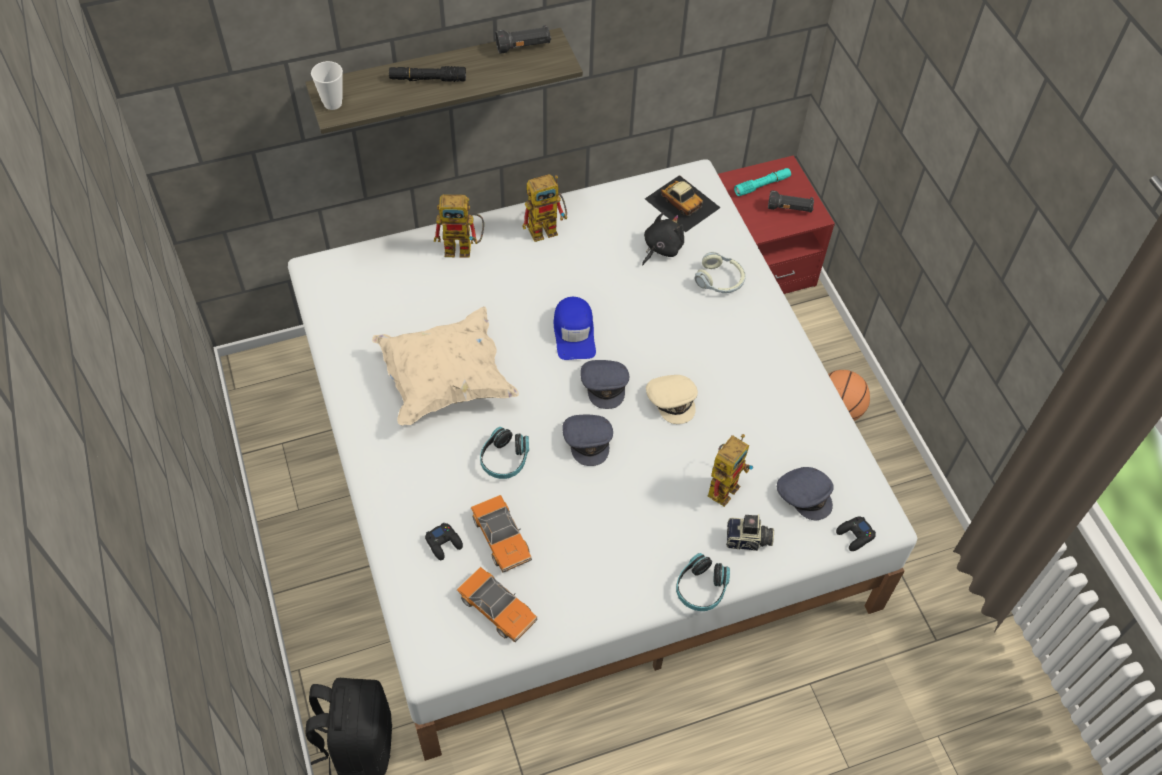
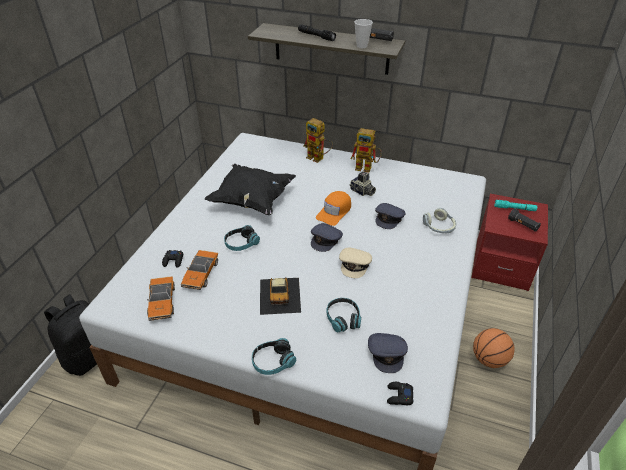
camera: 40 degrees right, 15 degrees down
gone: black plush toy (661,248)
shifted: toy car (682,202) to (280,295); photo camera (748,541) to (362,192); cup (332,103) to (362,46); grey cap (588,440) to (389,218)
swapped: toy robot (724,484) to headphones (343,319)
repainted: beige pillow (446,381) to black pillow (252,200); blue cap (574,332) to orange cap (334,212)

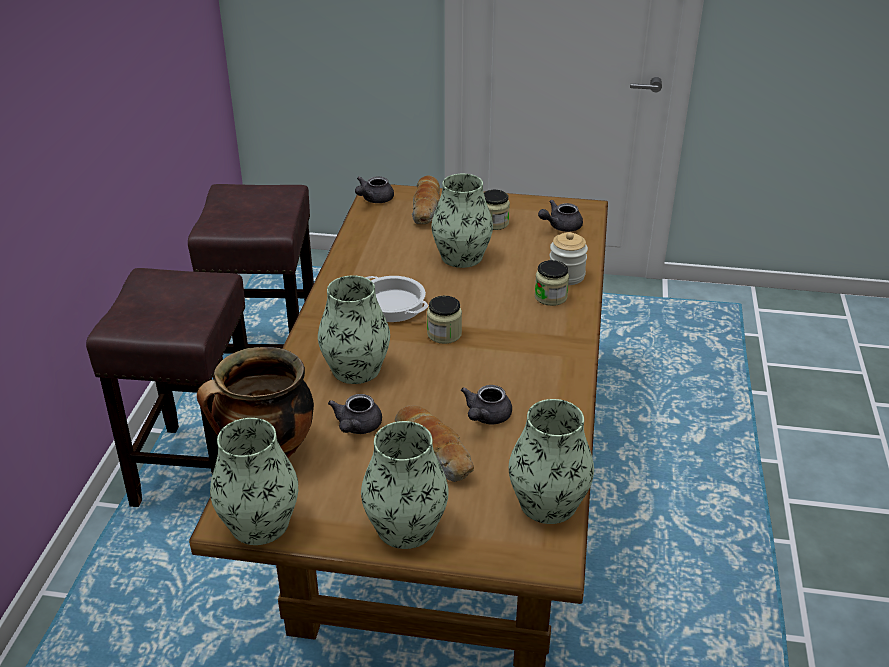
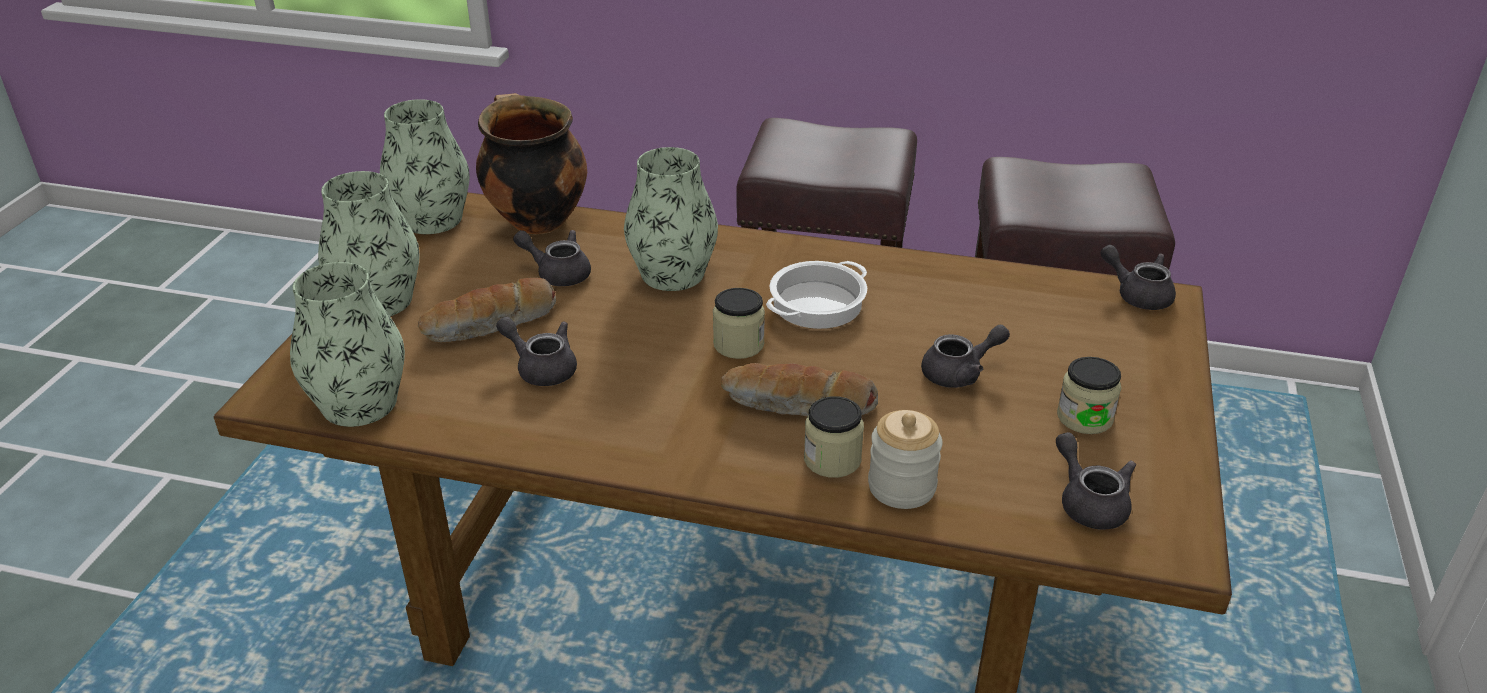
camera: 95 degrees right, 0 degrees up
shifted: bread (427,208) to (798,406)
swapped: vase (461,256) to grey teapot (960,373)

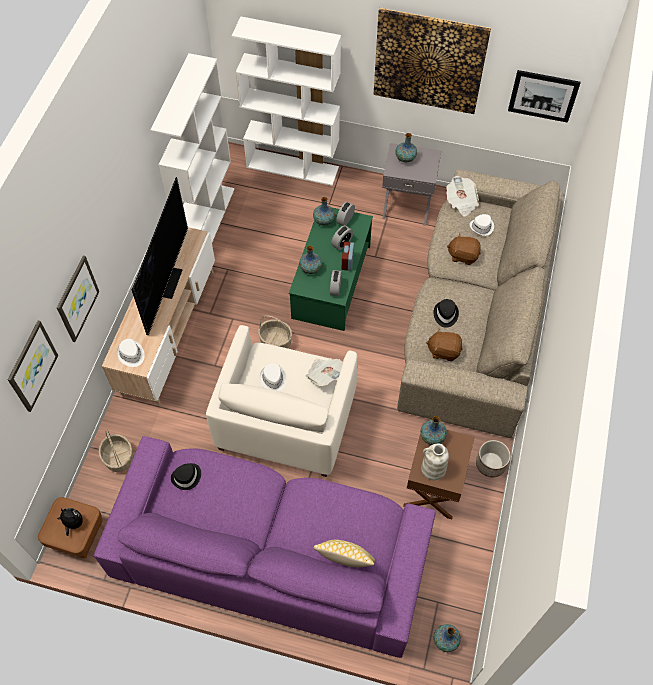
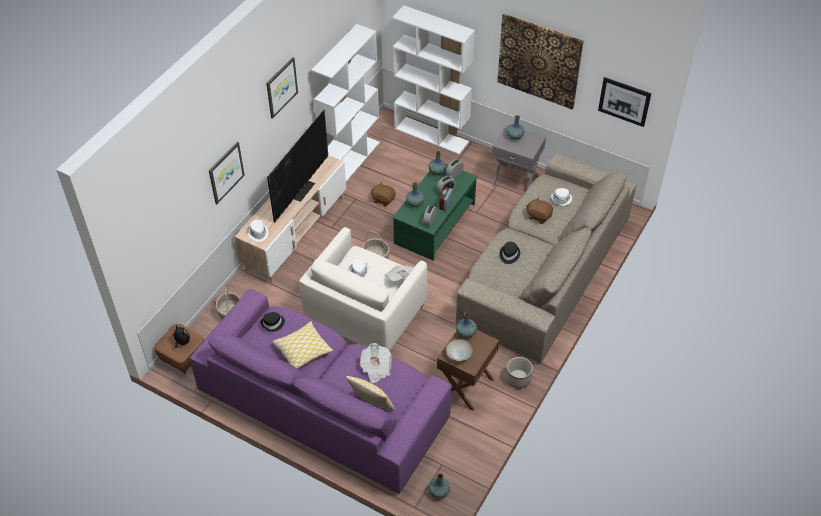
camera: 15 degrees right, 10 degrees down
new: pillow (303,350)
shifted: picture (32,366) to (281,87); newspaper (461,202) to (376,368); brown plush toy (444,350) to (383,200)
swapped: white vase (433,469) to bowl (458,355)

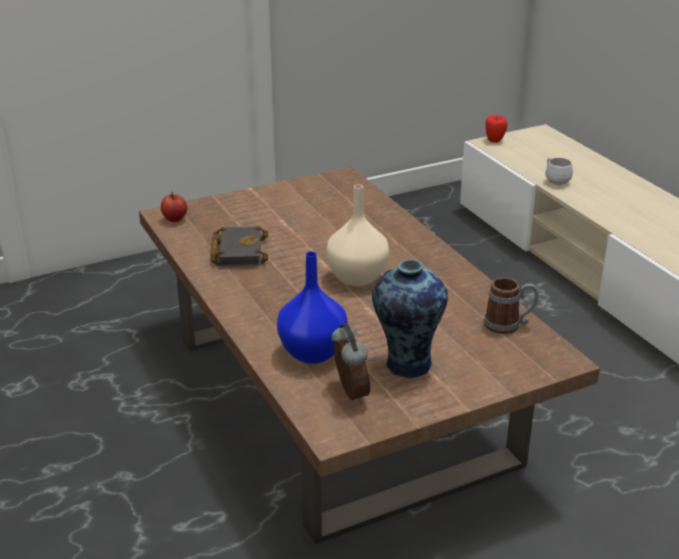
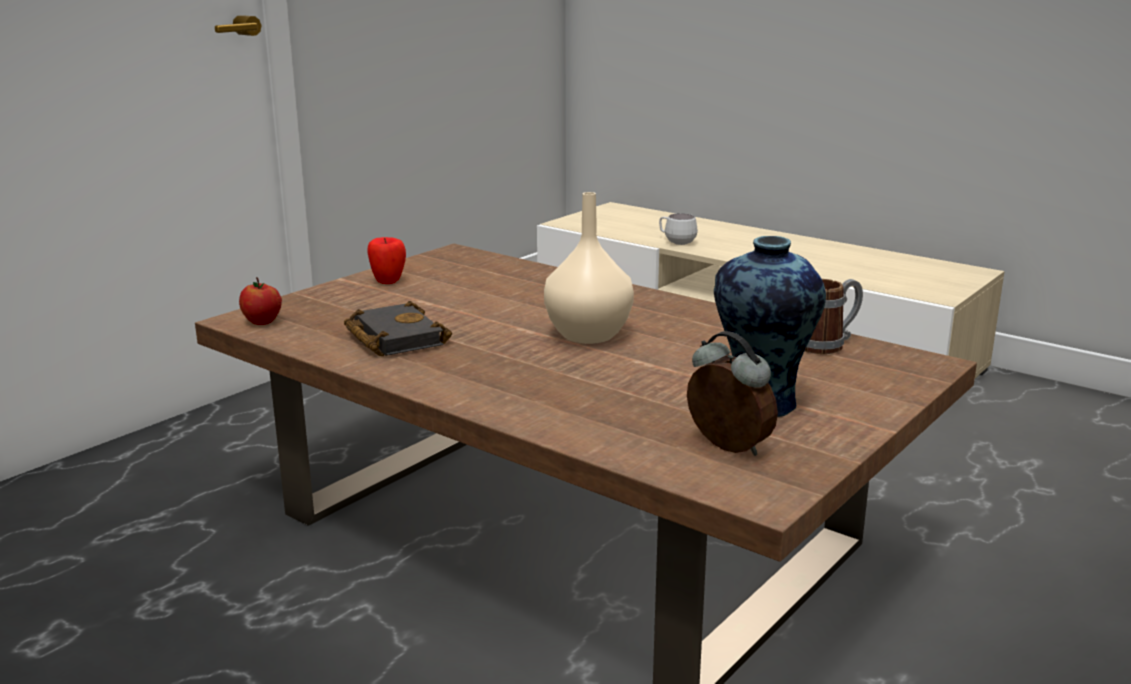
camera: 25 degrees left, 10 degrees down
gone: blue vase (313,352)
shifted: apple (494,140) to (388,281)

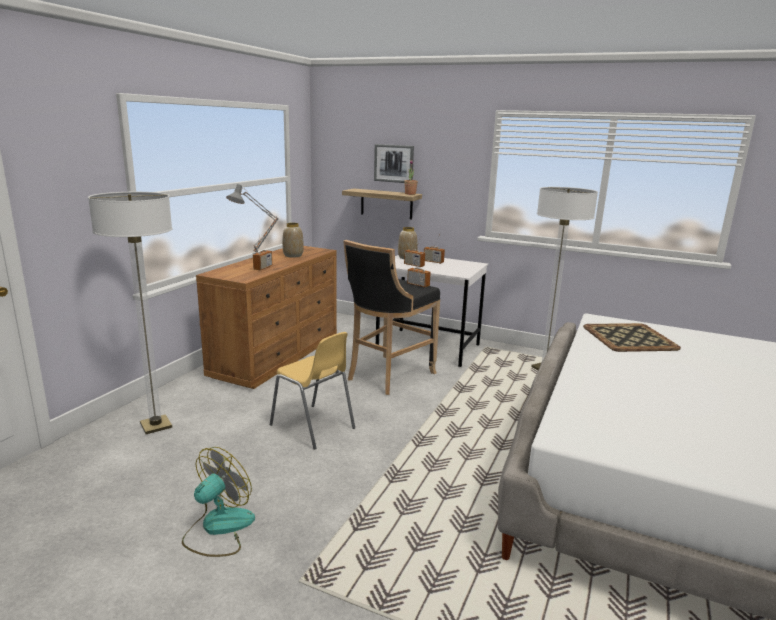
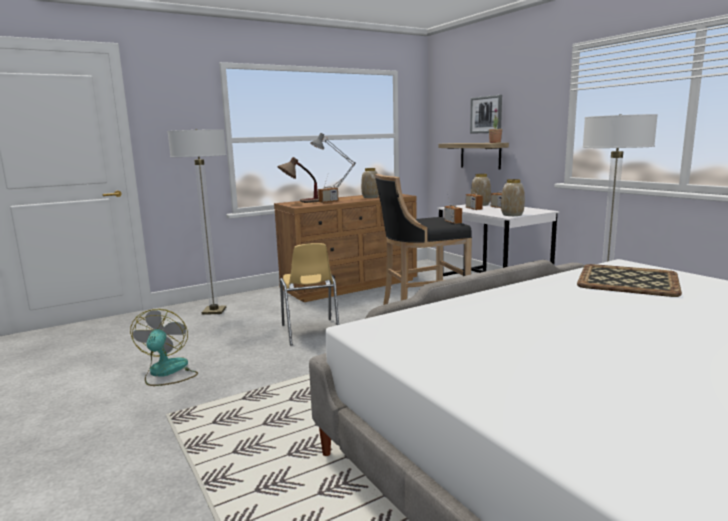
camera: 35 degrees right, 5 degrees down
new: table lamp (299,202); vase (512,215)
rotated: fan (218,528) = (166,372) 75 degrees counterclockwise

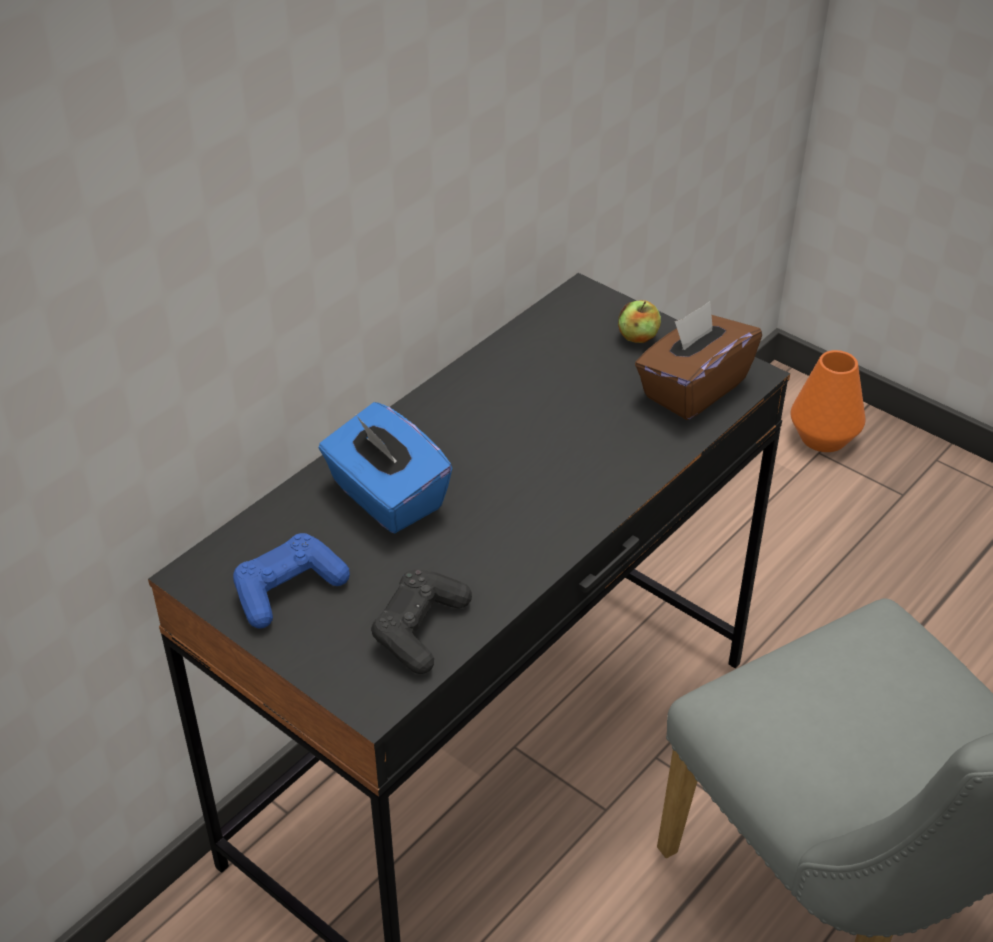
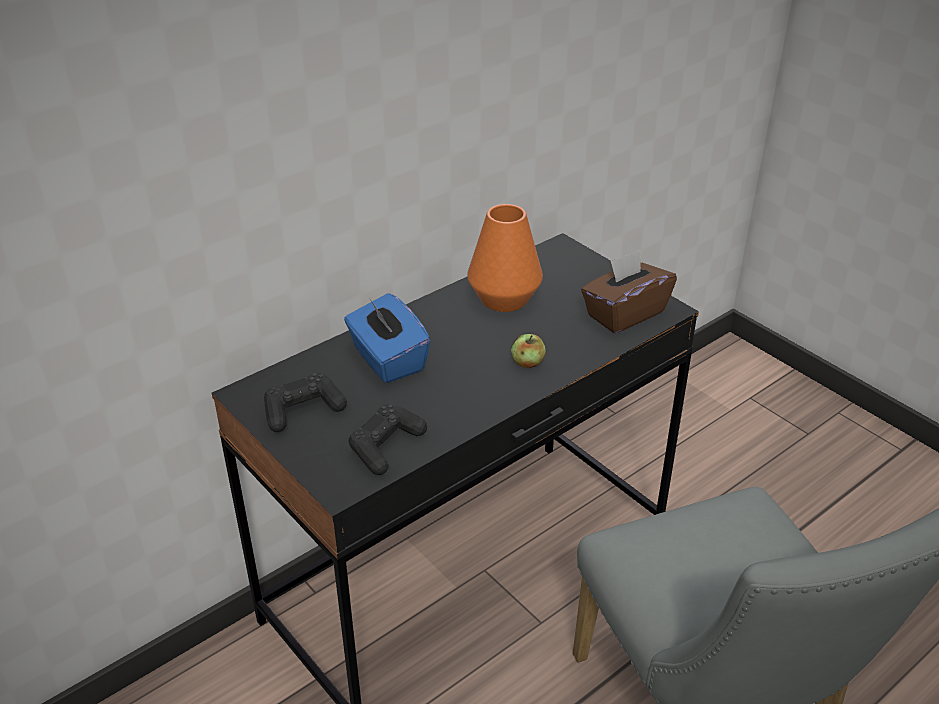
camera: 10 degrees right, 5 degrees down
shifted: orange vase (823,437) to (504,298); apple (638,337) to (527,363)
repainted: blue game controller (288,590) to black game controller (303,410)

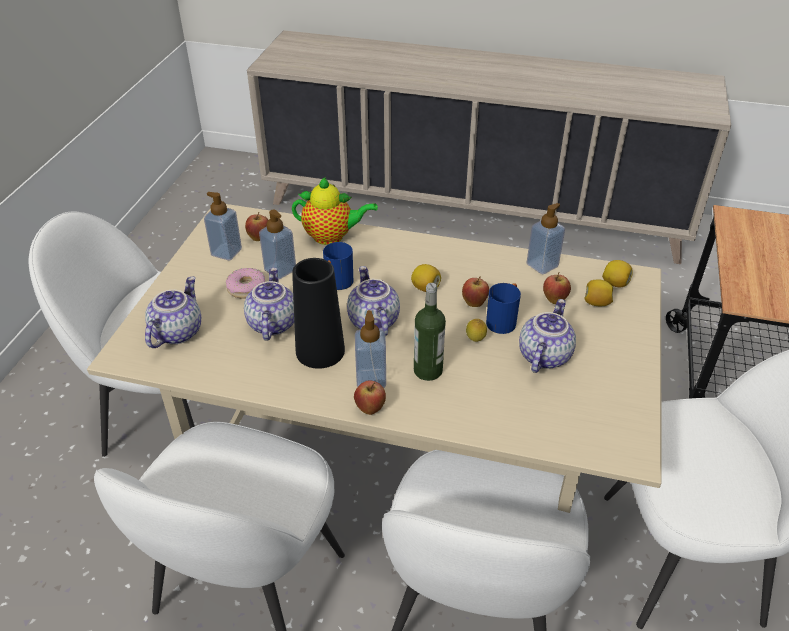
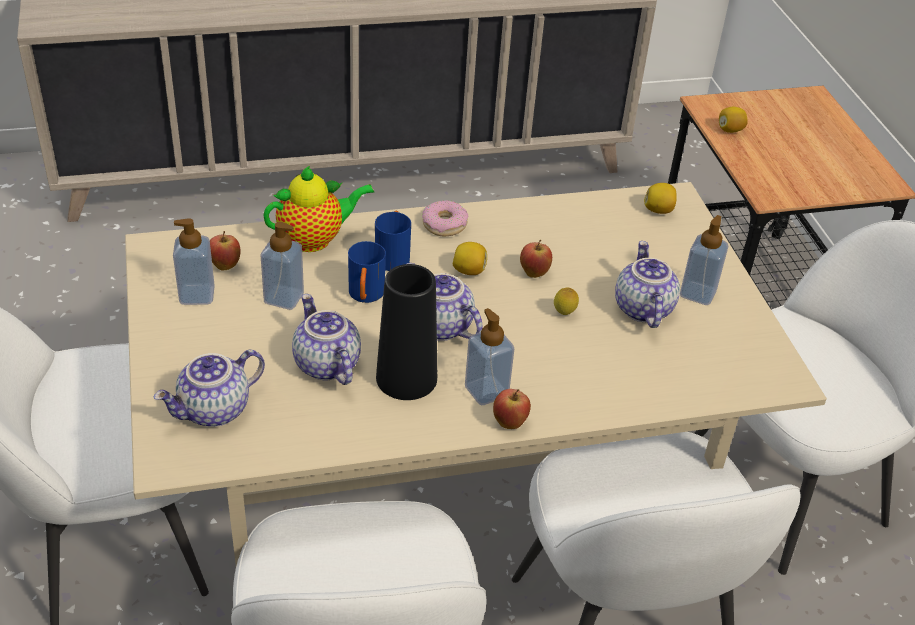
camera: 30 degrees left, 0 degrees up
gone: bottle (428,370); apple (554,300)
shifted: blue mug (503,320) to (392,256); donut (246,288) to (444,224); soap dispenser (542,265) to (697,293); lemon (596,303) to (730,130)
rotated: teapot (176,332) = (214,411) 120 degrees counterclockwise

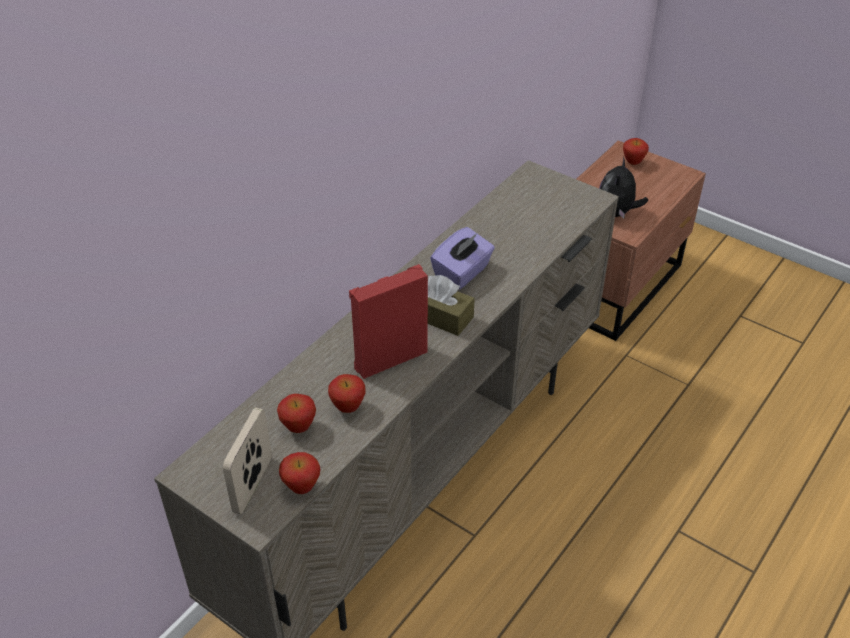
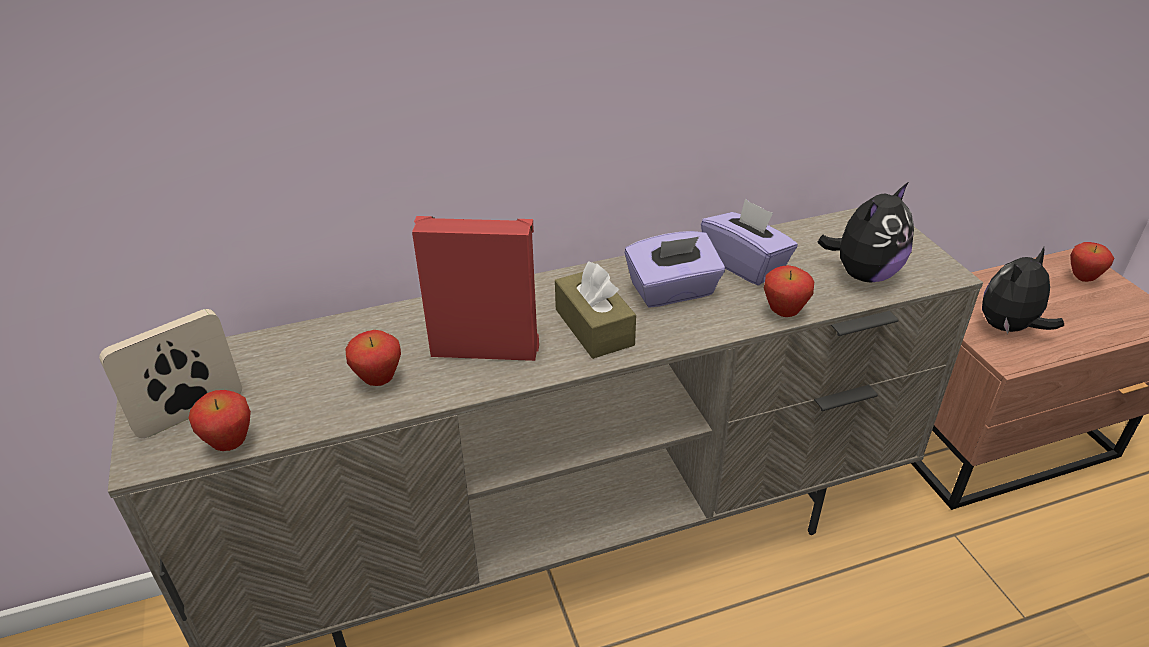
camera: 35 degrees right, 5 degrees down
new: purple tissue box (745,265); plush toy (863,274)
shifted: apple (299,428) to (784,313)

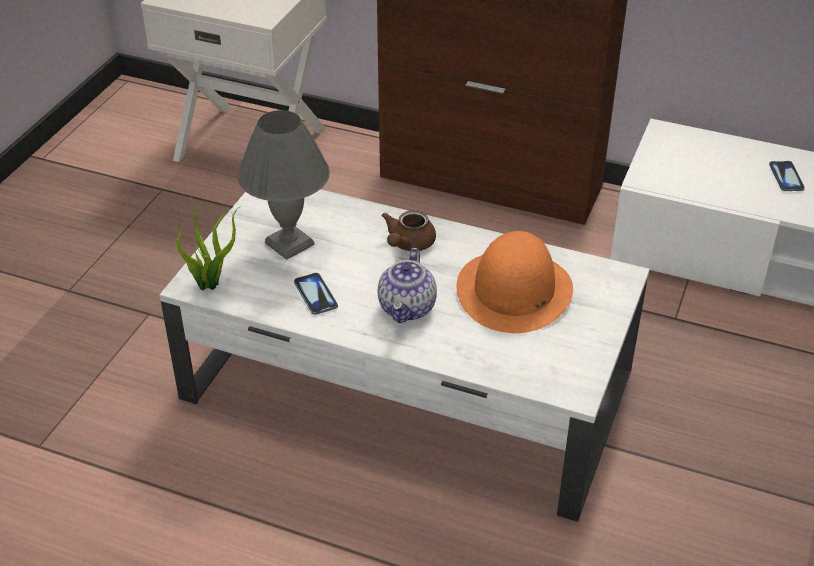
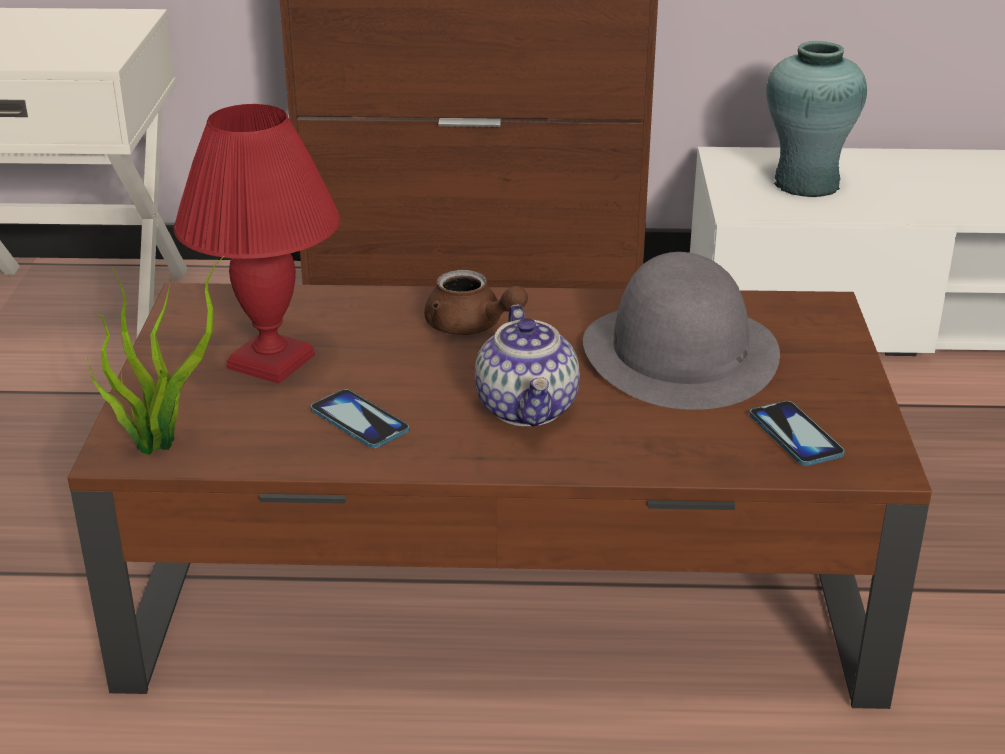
camera: 20 degrees left, 10 degrees down
new: turquoise vase (806,184)
shifted: phone (786,177) to (795,435)
repainted: white coffee table (410,386) to brown coffee table (507,578); grey table lamp (290,243) to red table lamp (271,360); orange hat (514,290) to grey hat (680,354)
rotated: brown teapot (408,244) = (471,327) 60 degrees counterclockwise

